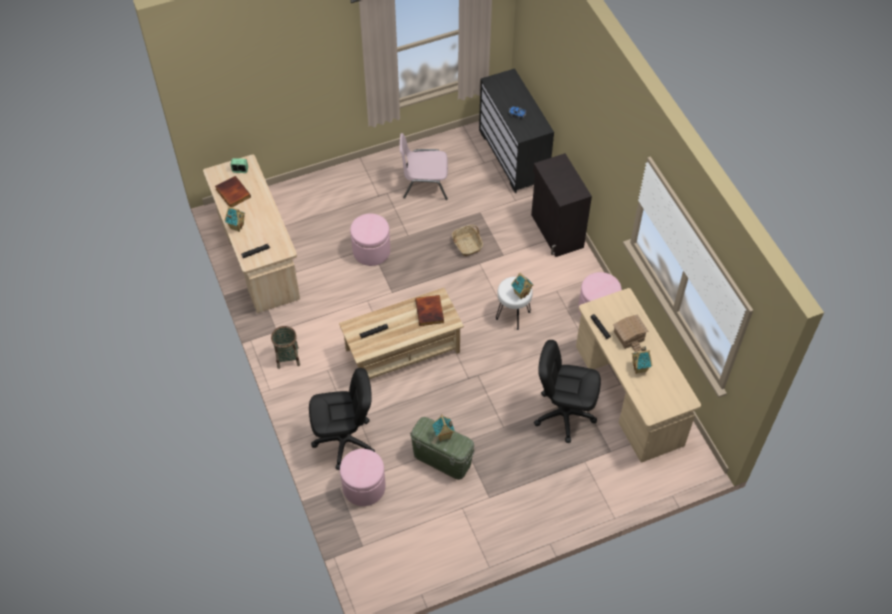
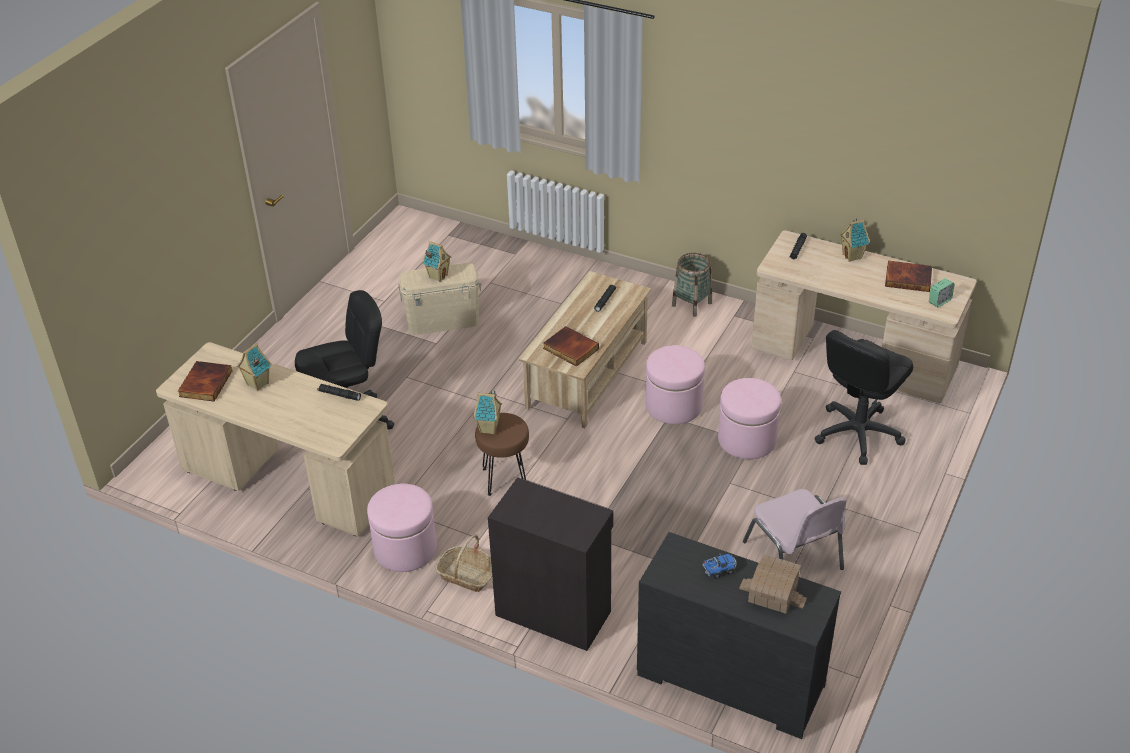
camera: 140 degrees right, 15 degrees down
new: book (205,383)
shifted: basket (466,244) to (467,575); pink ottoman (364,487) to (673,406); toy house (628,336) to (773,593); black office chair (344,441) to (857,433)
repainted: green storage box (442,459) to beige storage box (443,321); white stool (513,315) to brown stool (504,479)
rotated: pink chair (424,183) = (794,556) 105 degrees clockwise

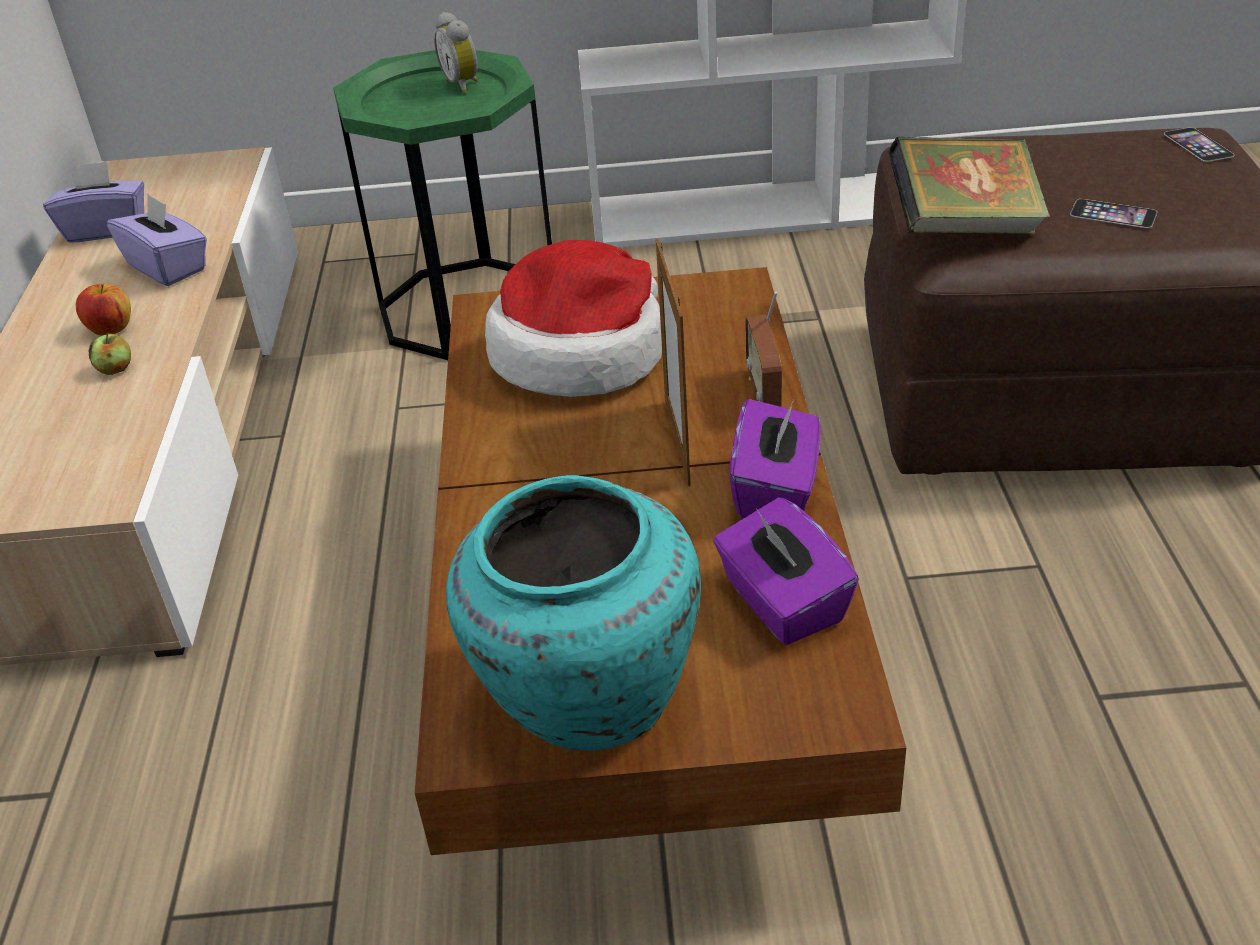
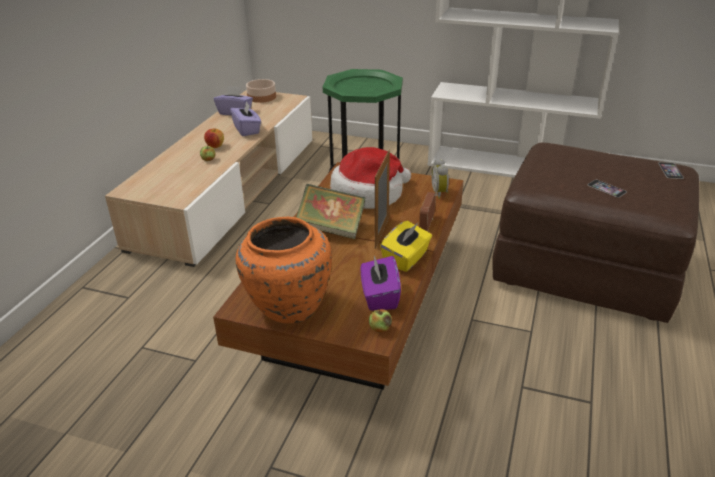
camera: 20 degrees right, 5 degrees down
new: bowl (262,97); apple (380,328)
shifted: book (963,228) to (331,228); alarm clock (464,85) to (440,193)
repainted: turquoise vase (584,699) to orange vase (287,306); purple tissue box (776,490) to yellow tissue box (406,259)

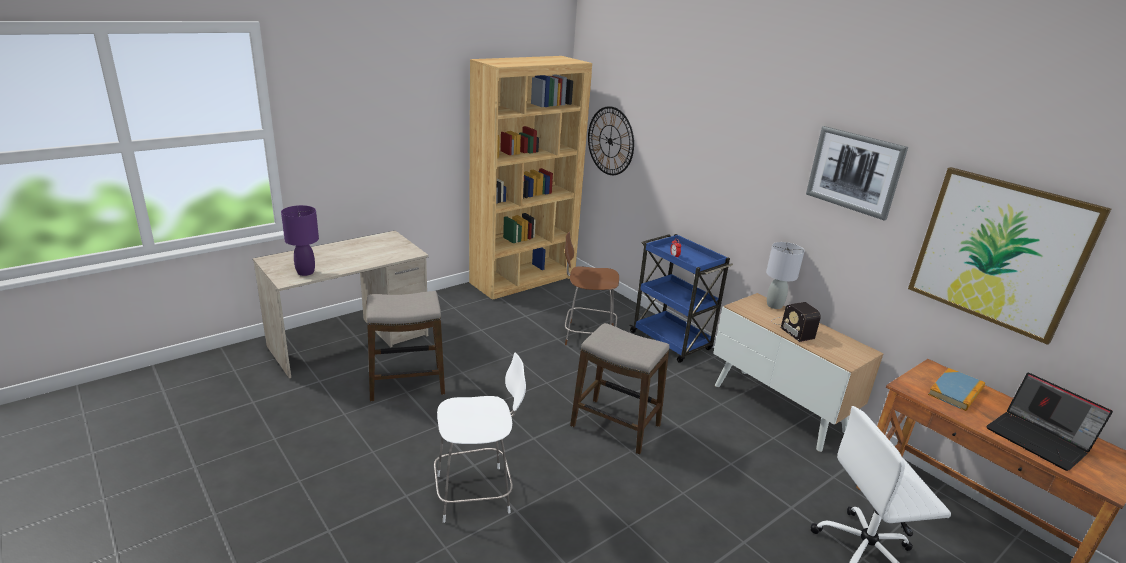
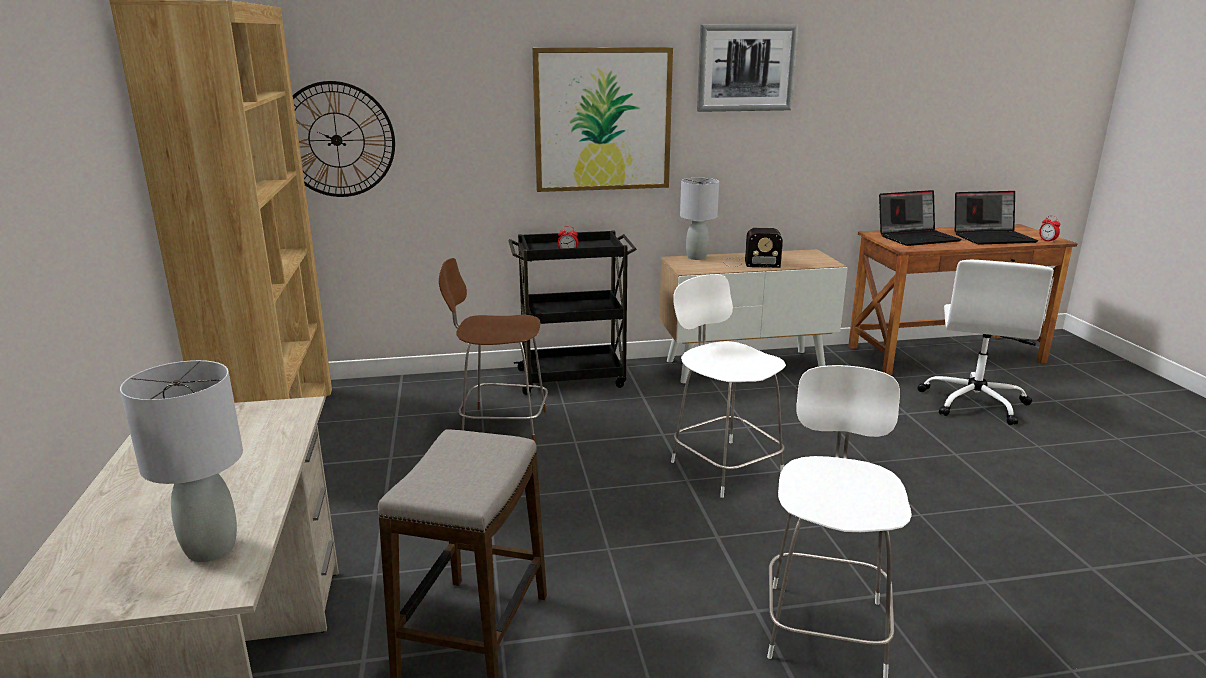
camera: 60 degrees left, 5 degrees down
new: alarm clock (1047,241)
shifted: picture (999,252) to (602,120)
swapped: stool (615,425) to white chair (724,466); book (956,391) to laptop (917,237)
repainted: purple table lamp (306,272) to grey table lamp (212,548); blue cart (671,342) to black cart (573,378)
rotated: brown chair (587,335) = (501,425) 60 degrees clockwise

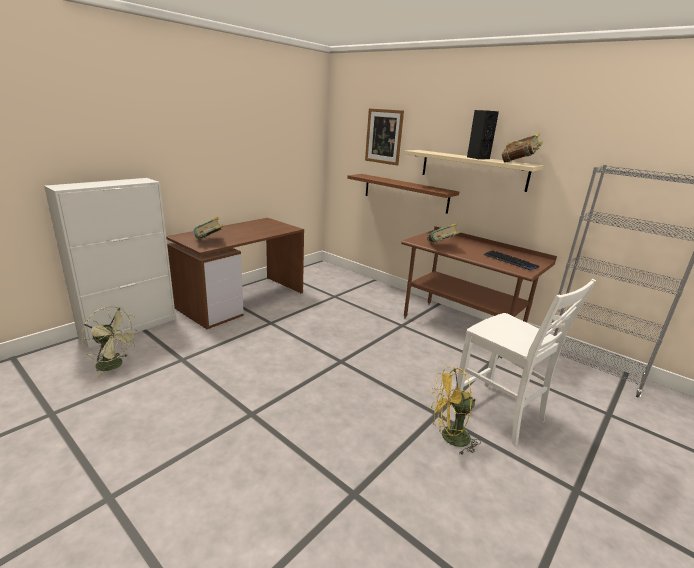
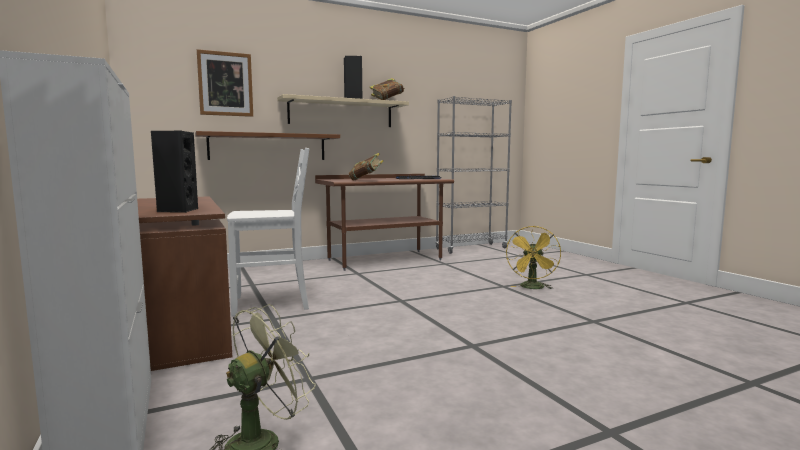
camera: 65 degrees left, 15 degrees down
shifted: white chair (499,414) to (273,304)
swapped: book (209,241) to black speaker (177,210)

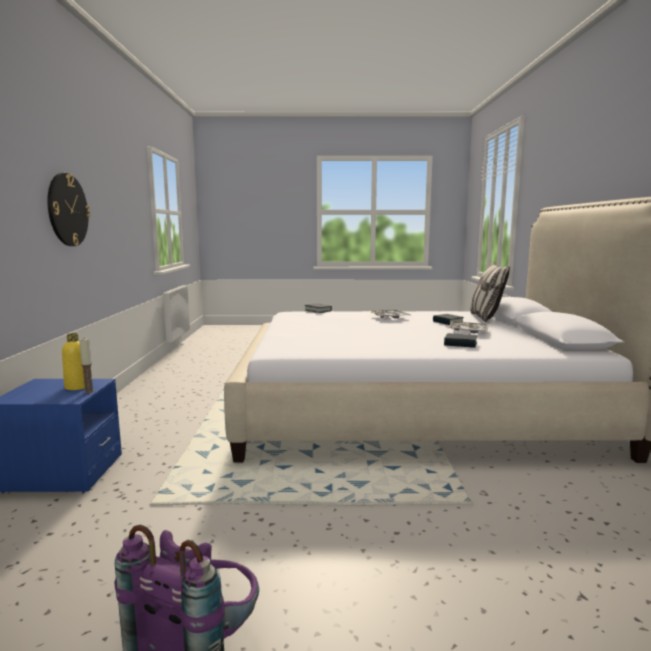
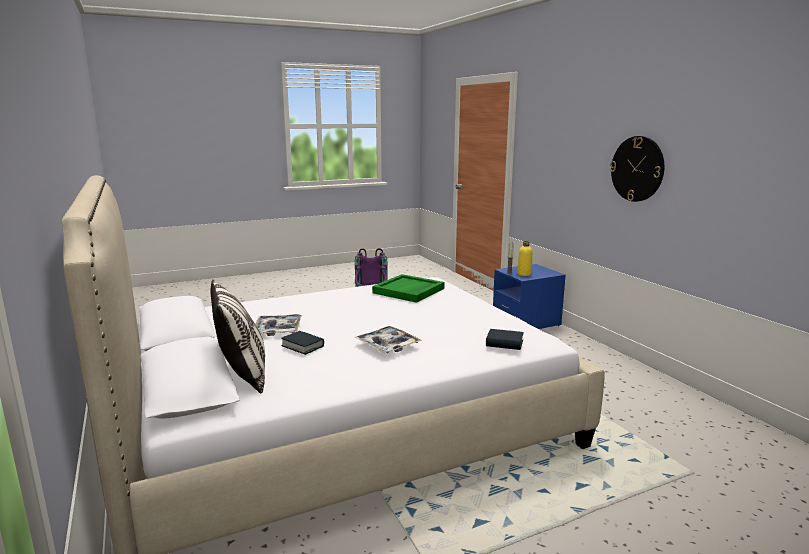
camera: 155 degrees right, 5 degrees up
gone: book (460,344)
new: green tray (408,291)

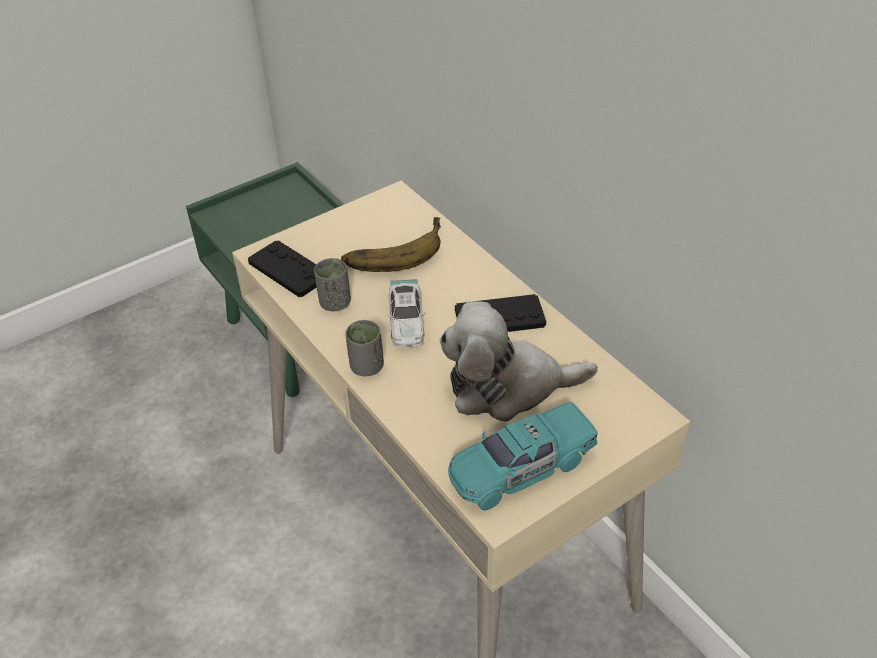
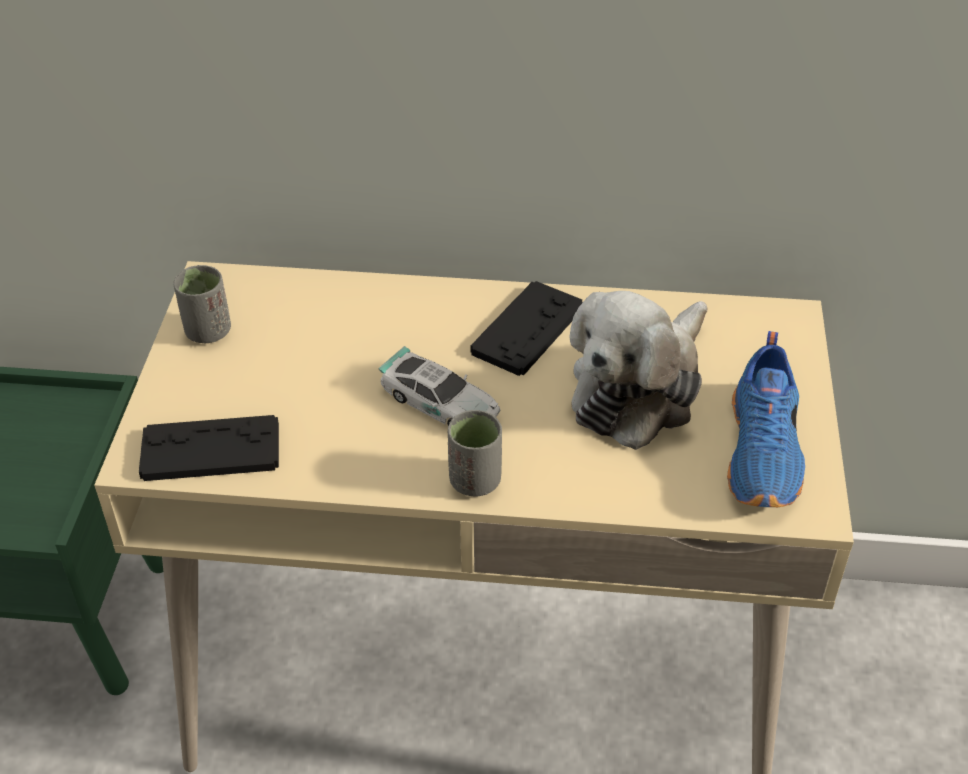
camera: 50 degrees left, 0 degrees up
gone: banana (392,250)
shifted: grey cup (335,303) to (208,332)
swapped: turquoise toy car (520,468) to blue shoe (765,452)

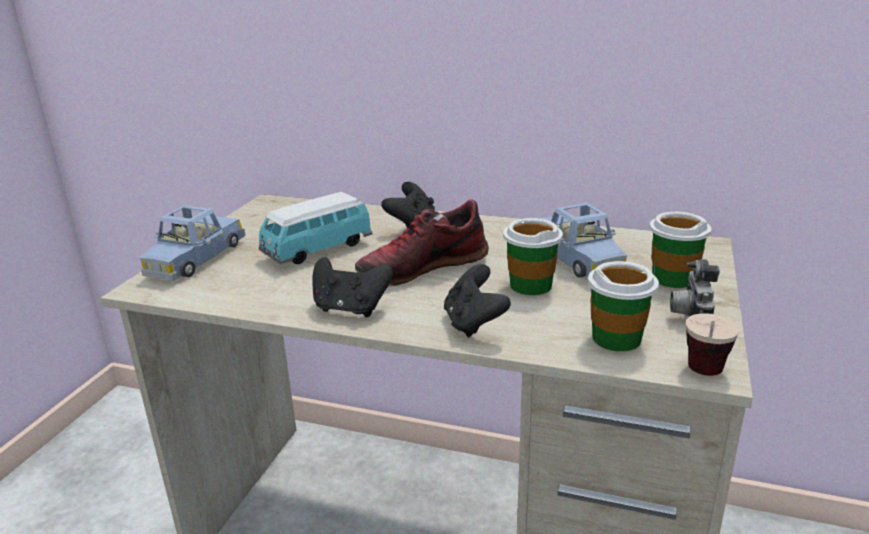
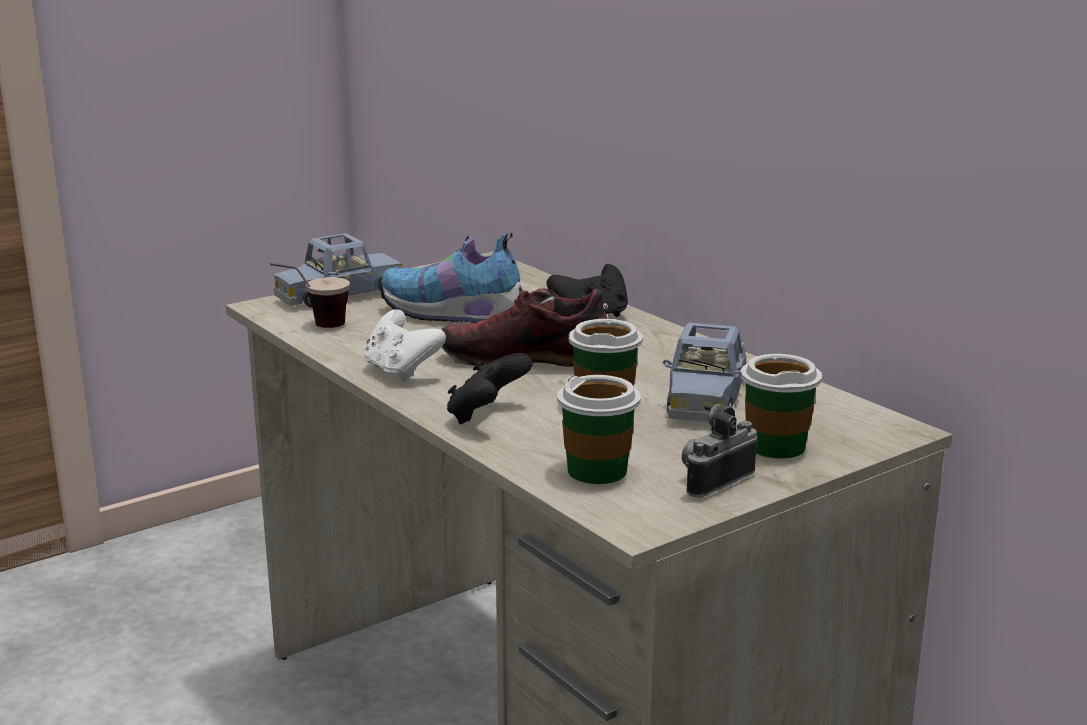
camera: 35 degrees right, 5 degrees down
shifted: cup (703,378) to (313,327)
swapped: toy car (317,250) to shoe (456,316)
repainted: black game controller (350,308) to white game controller (401,371)

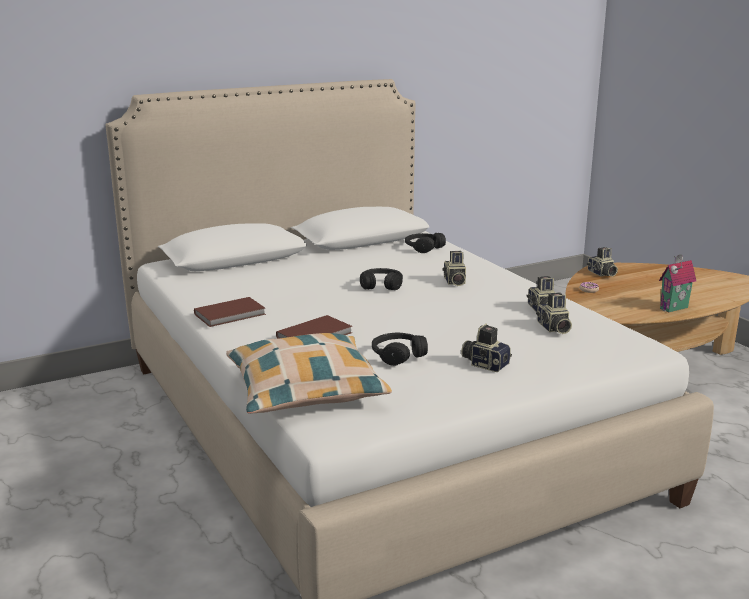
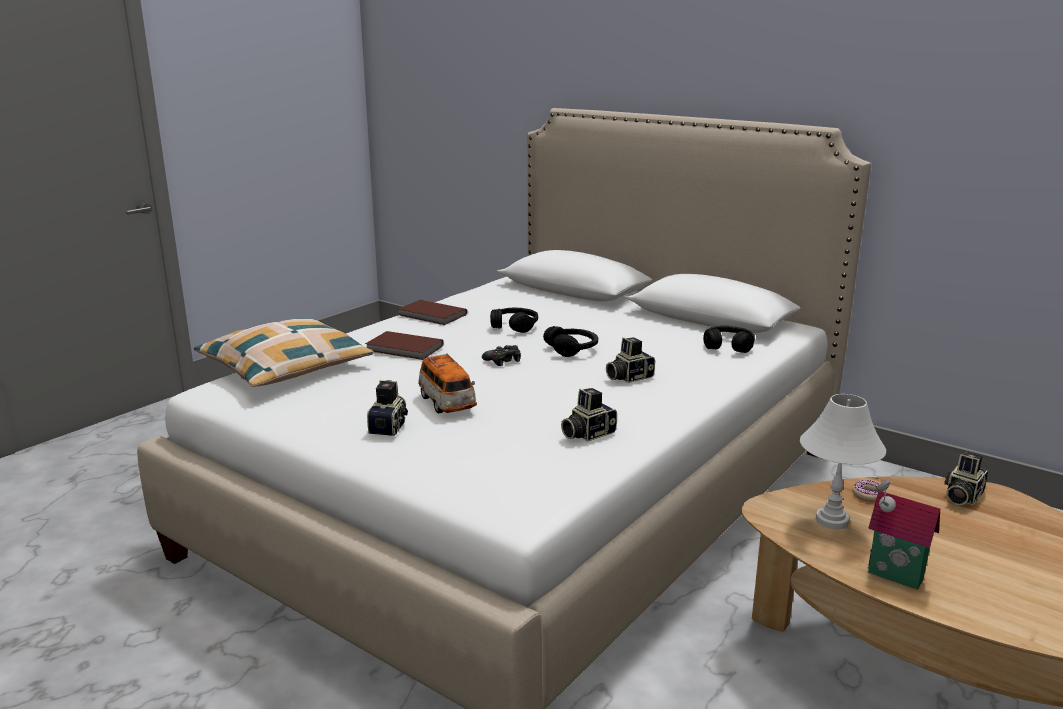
camera: 65 degrees right, 0 degrees up
gone: photo camera (553,328)
new: toy car (447,403); black game controller (503,360); white table lamp (832,521)
shifted: black headphones (398,355) to (514,326)

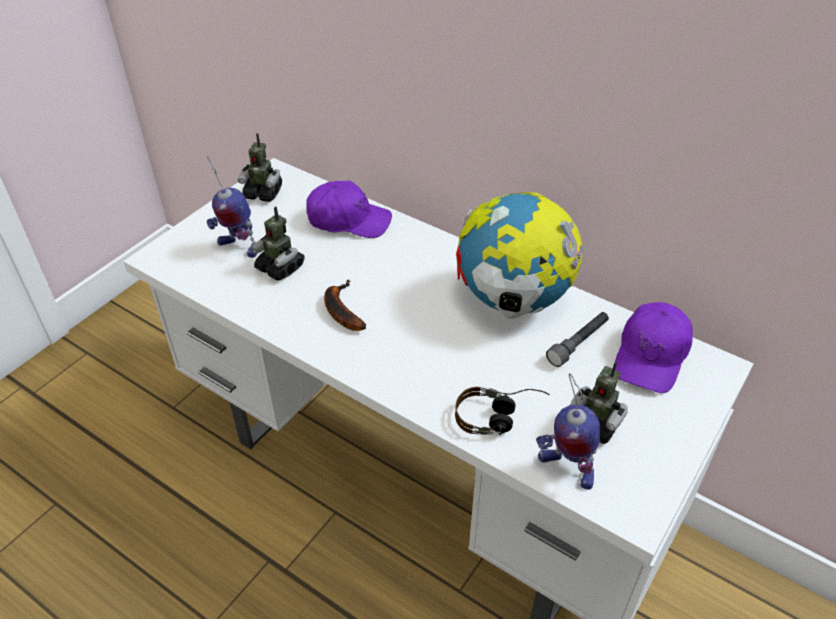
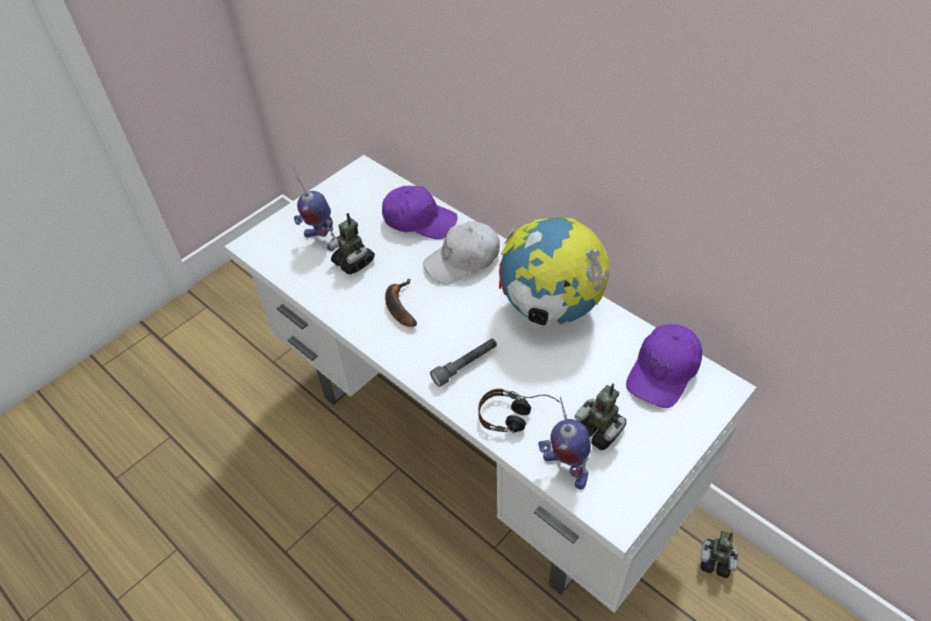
camera: 10 degrees right, 5 degrees up
new: white cap (463,260)
shifted: grey flashlight (578,343) to (465,365); toy robot (263,193) to (715,561)

